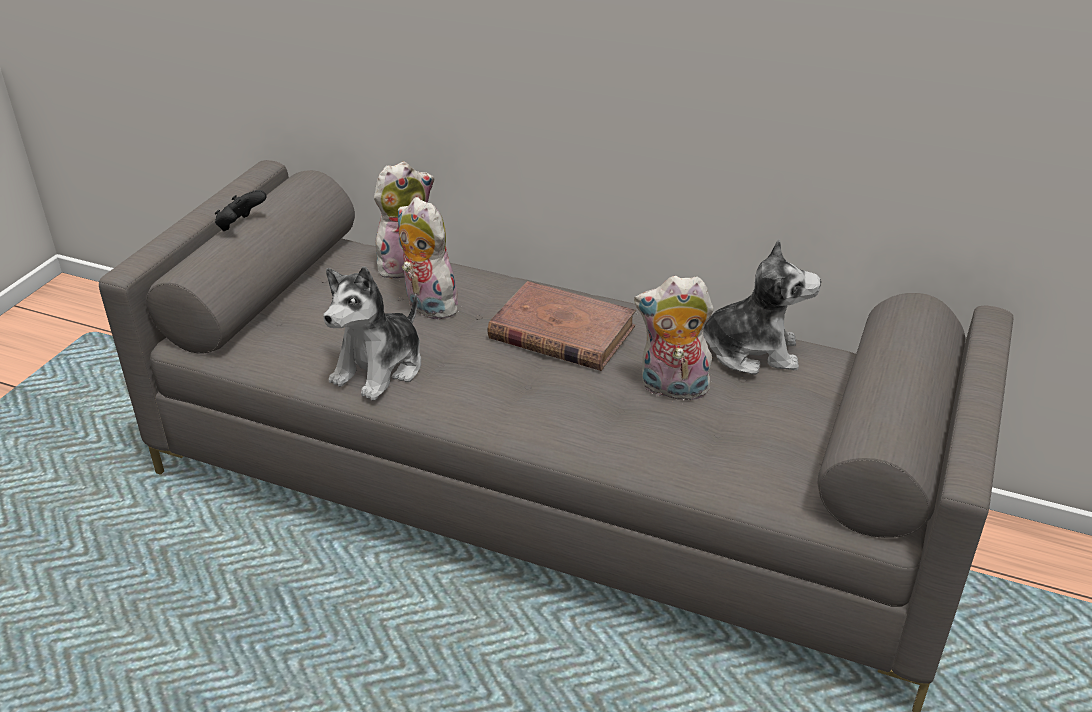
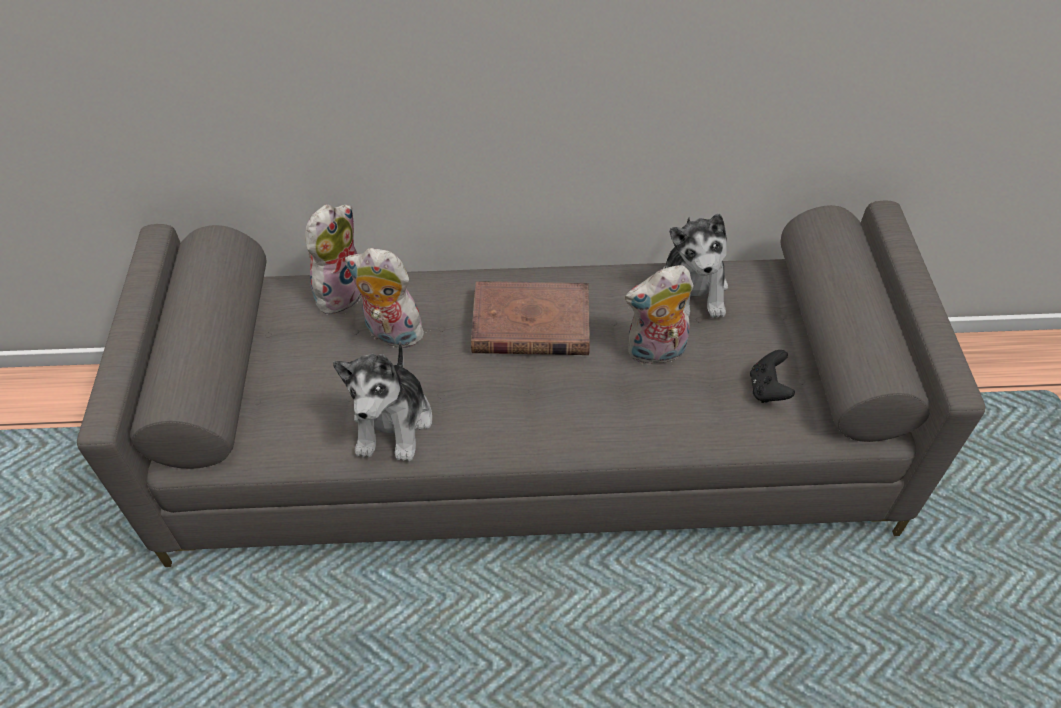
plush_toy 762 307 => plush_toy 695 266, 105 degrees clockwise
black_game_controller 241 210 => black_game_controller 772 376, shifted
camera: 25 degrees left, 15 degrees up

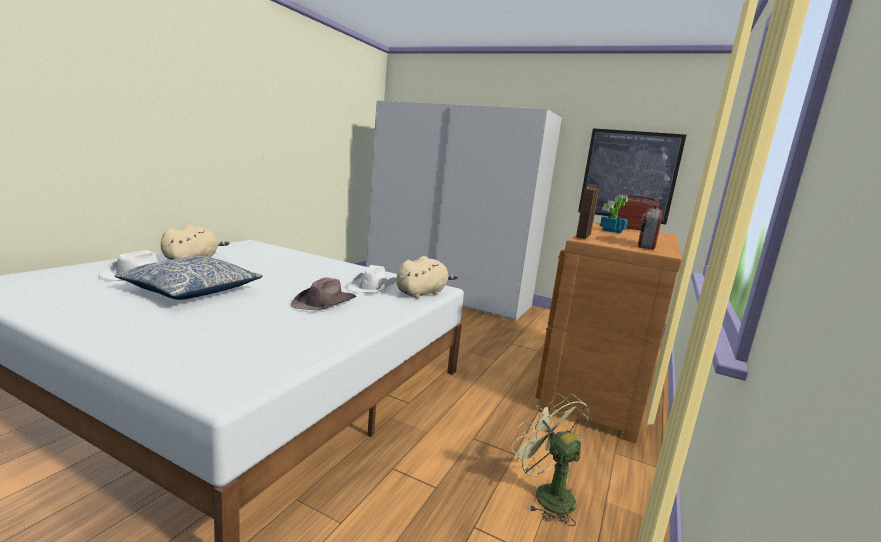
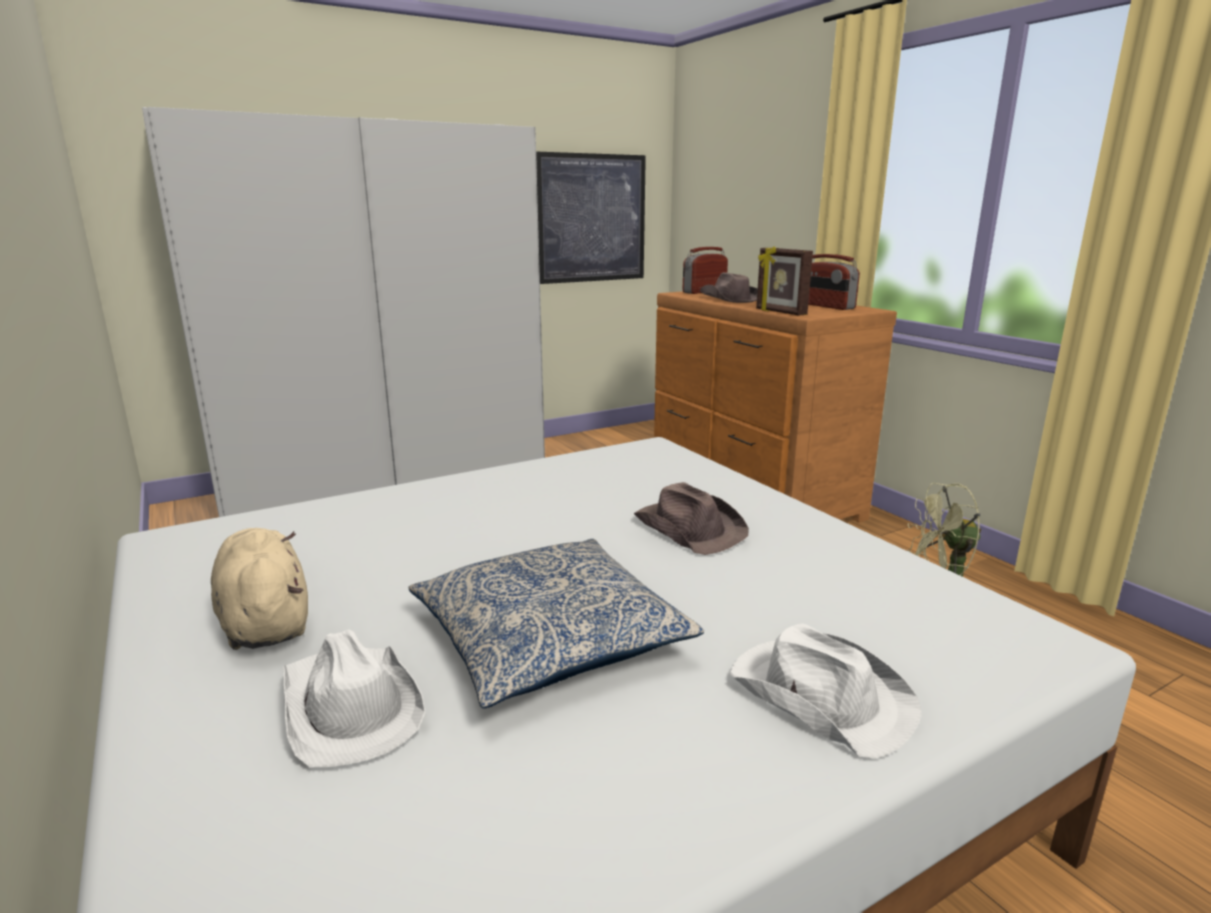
potted_plant 614 214 => brown_hat 729 287
white_hat 372 279 => white_hat 825 691, shifted
beige_plush_toy 427 277 => nothing
camera: 55 degrees left, 5 degrees up

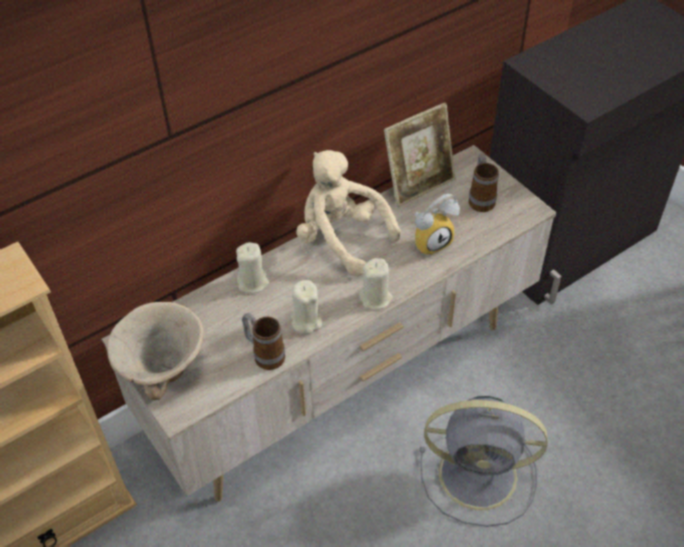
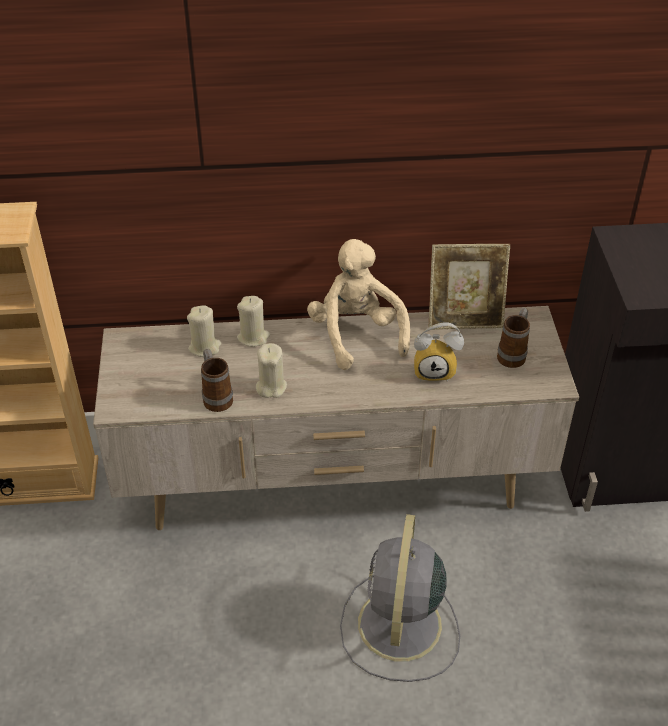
beige_candle 376 284 => beige_candle 204 331, shifted
grey_fan 484 461 => grey_fan 400 598, 60 degrees clockwise
beige_bowl 155 351 => nothing
camera: 30 degrees right, 5 degrees down

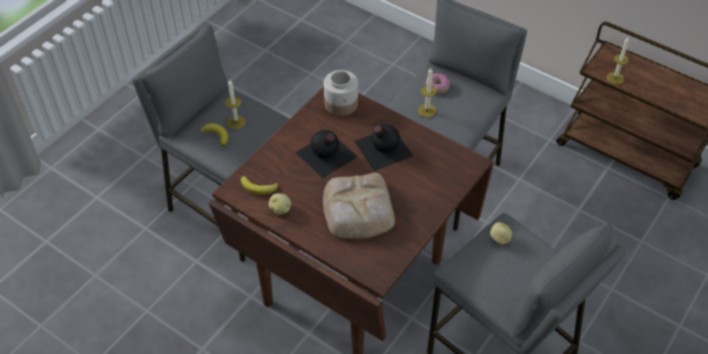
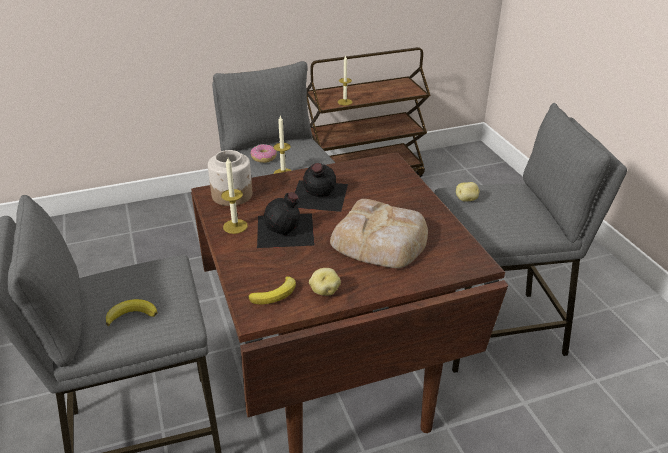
candle 235 104 => candle 234 196, shifted
camera: 55 degrees left, 15 degrees down

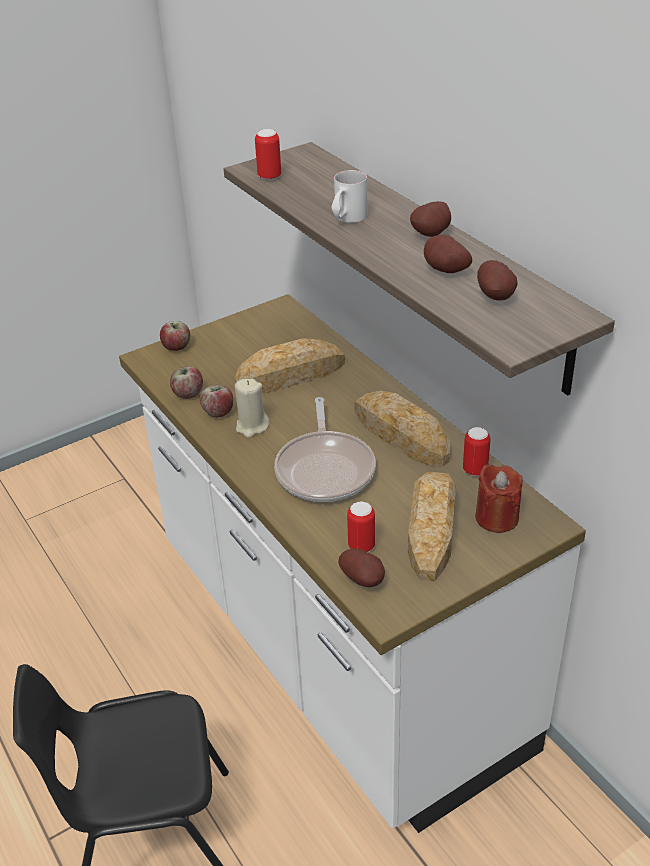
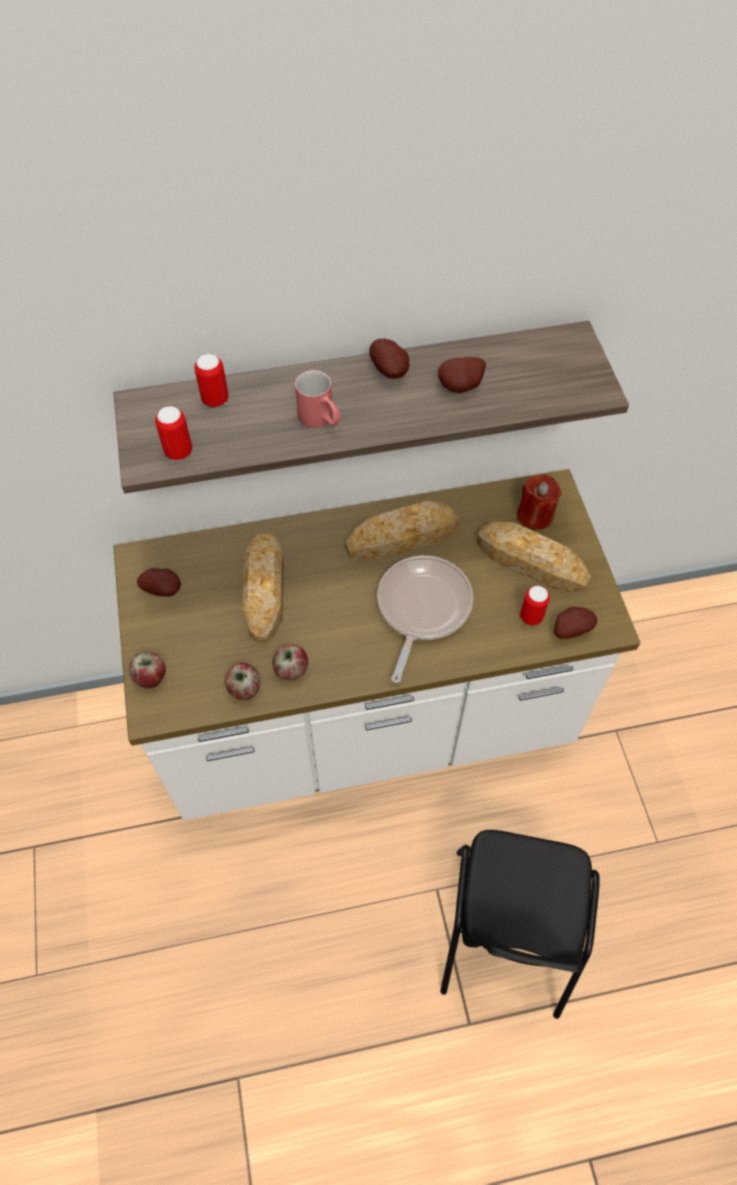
potato 497 280 => potato 159 582, shifted
can 477 451 => can 212 381, shifted
white_mug 349 196 => red_mug 318 399
frying_pan 325 449 => frying_pan 425 619, 90 degrees counterclockwise
beige_candle 252 408 => nothing
camera: 70 degrees left, 20 degrees up

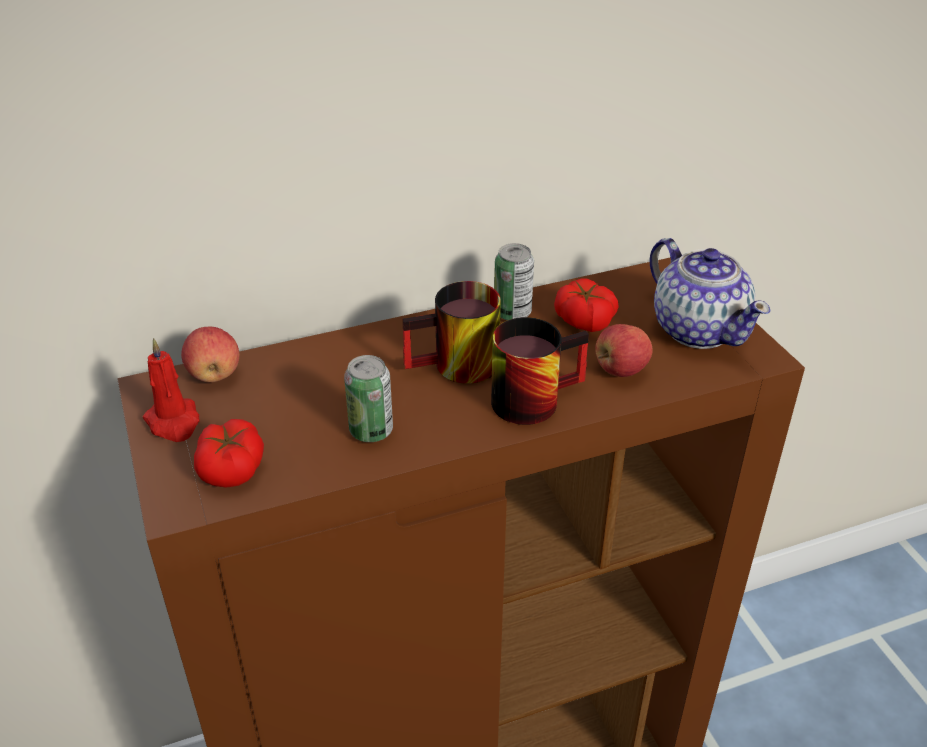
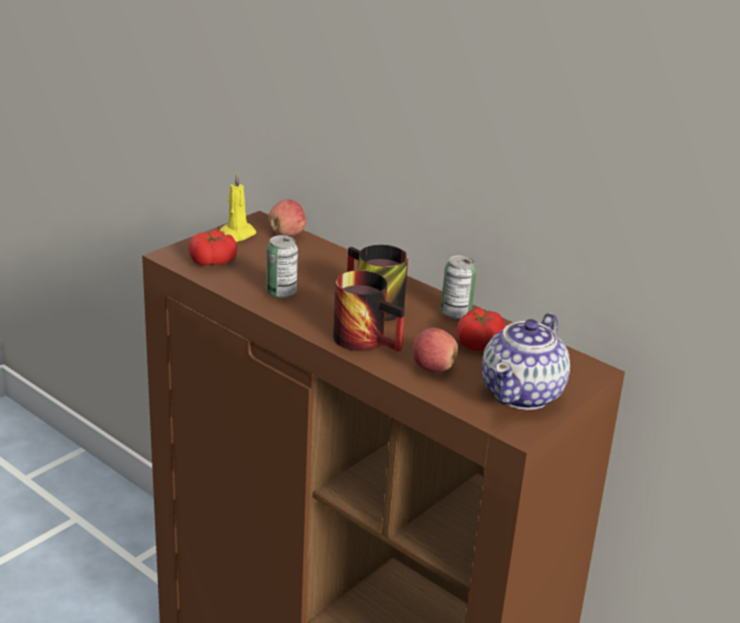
red_candle 171 390 => yellow_candle 238 207
camera: 60 degrees right, 10 degrees down

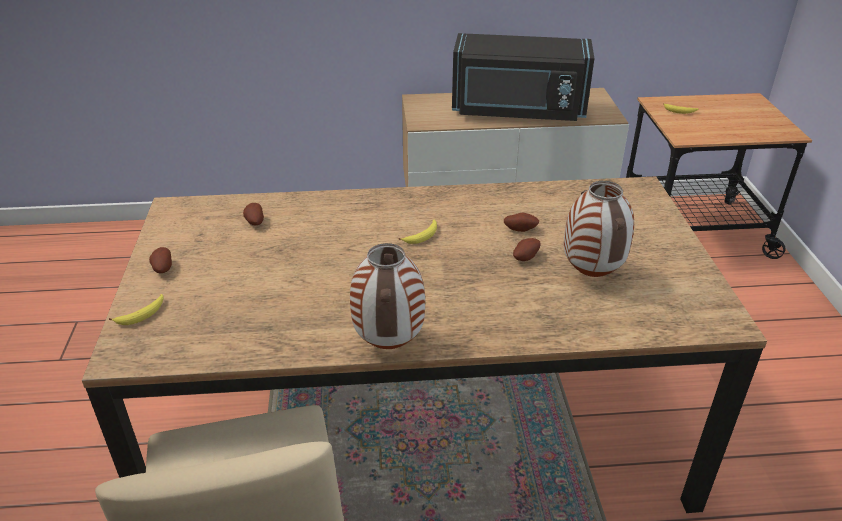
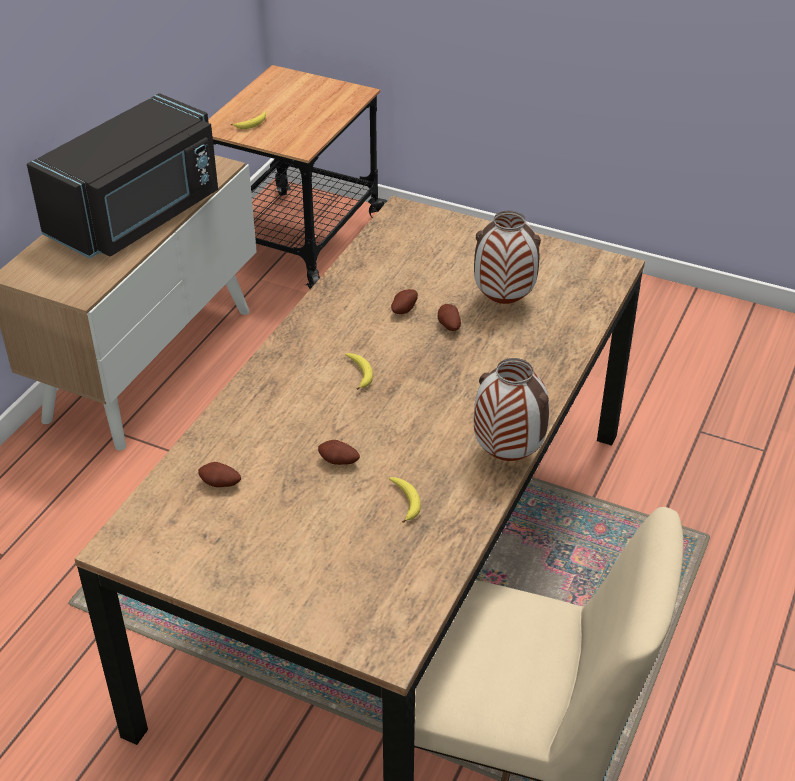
potato 160 260 => potato 339 452, shifted
banana 136 309 => banana 405 500, shifted
camera: 60 degrees left, 5 degrees up

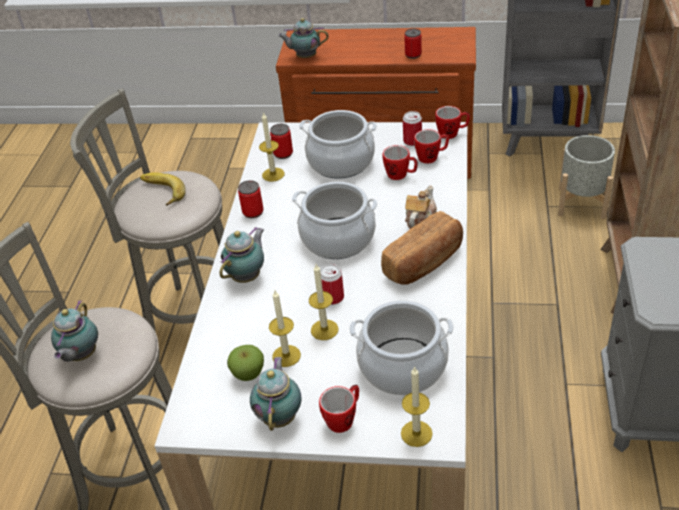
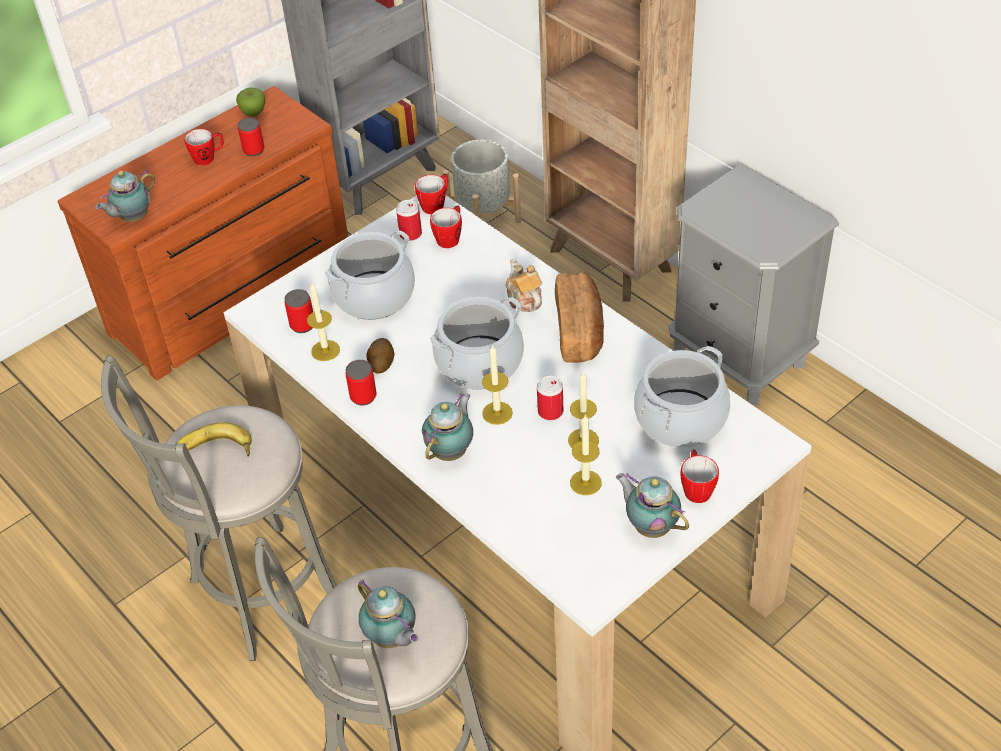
mug 400 162 => mug 203 147, shifted
apple 245 363 => apple 250 102, shifted
nothing => potato 380 356
teapot 242 255 => teapot 447 427, 45 degrees clockwise
candle 417 406 => candle 497 384, shifted
camera: 50 degrees left, 5 degrees up

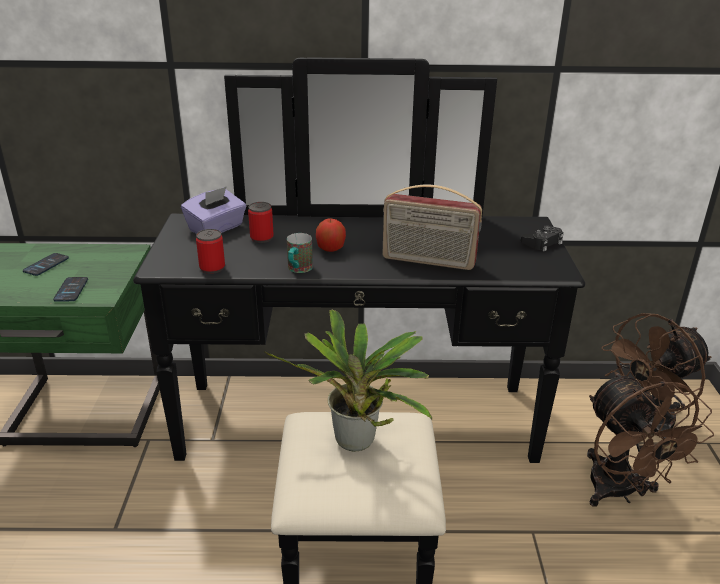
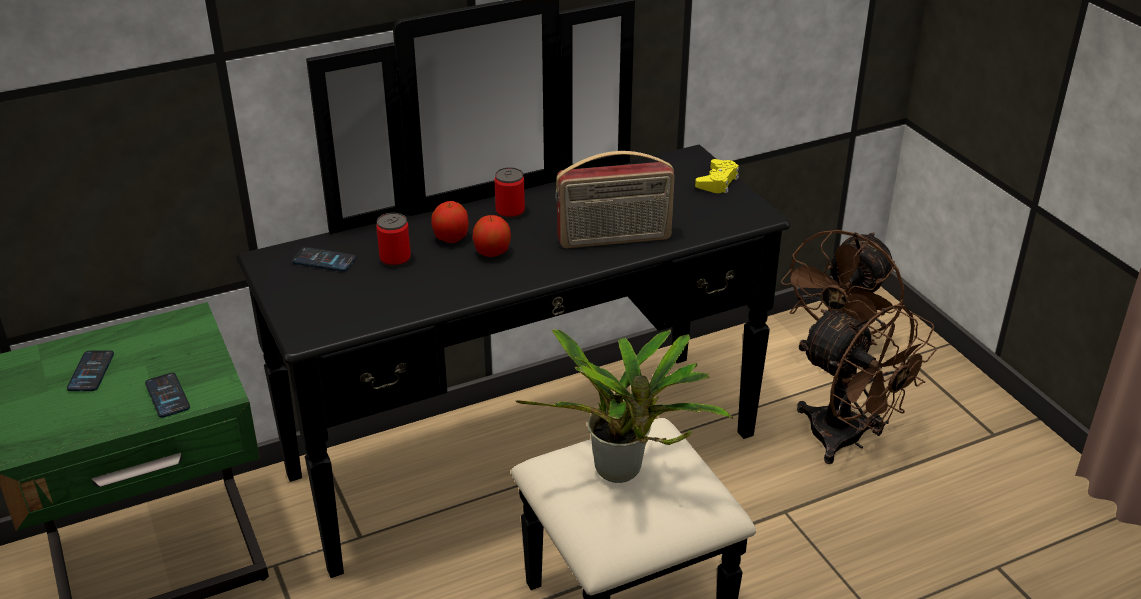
purple_tissue_box 213 210 => phone 324 259
nothing => apple 450 222
can 210 251 => can 509 193, shifted
black_game_controller 542 238 => yellow_game_controller 717 176
mug 300 253 => nothing
camera: 25 degrees left, 5 degrees up

